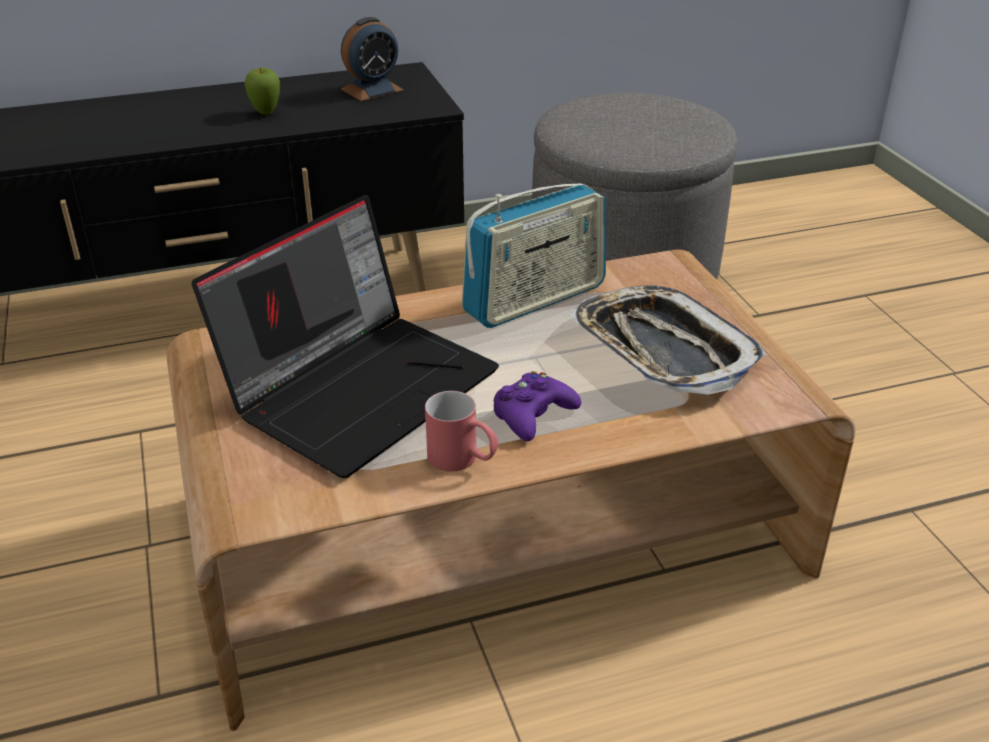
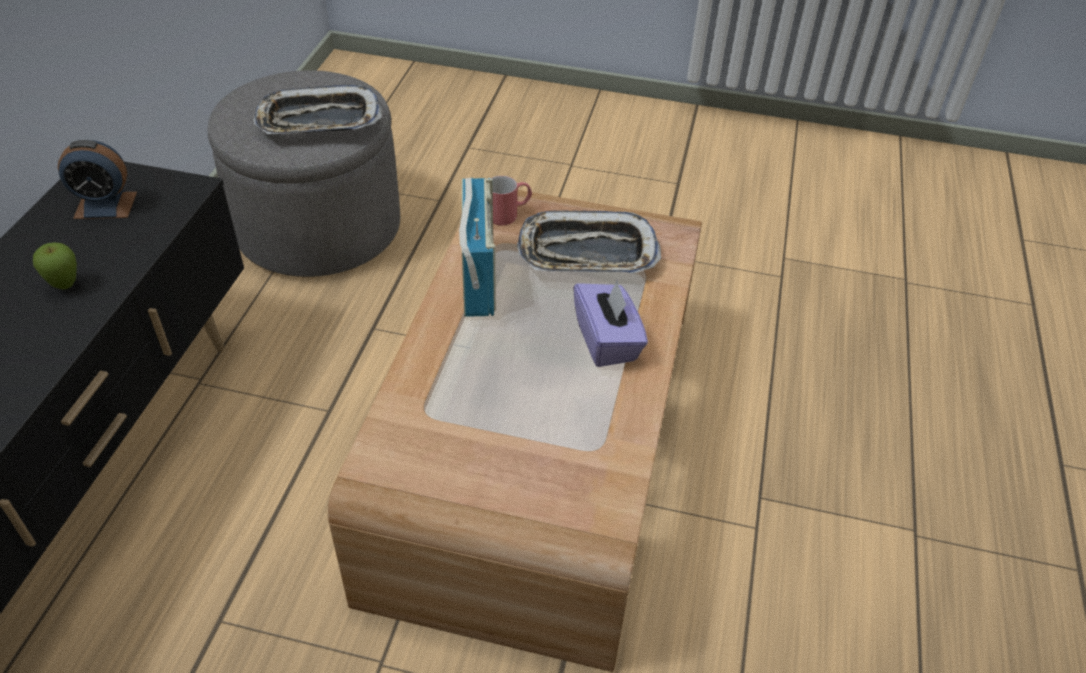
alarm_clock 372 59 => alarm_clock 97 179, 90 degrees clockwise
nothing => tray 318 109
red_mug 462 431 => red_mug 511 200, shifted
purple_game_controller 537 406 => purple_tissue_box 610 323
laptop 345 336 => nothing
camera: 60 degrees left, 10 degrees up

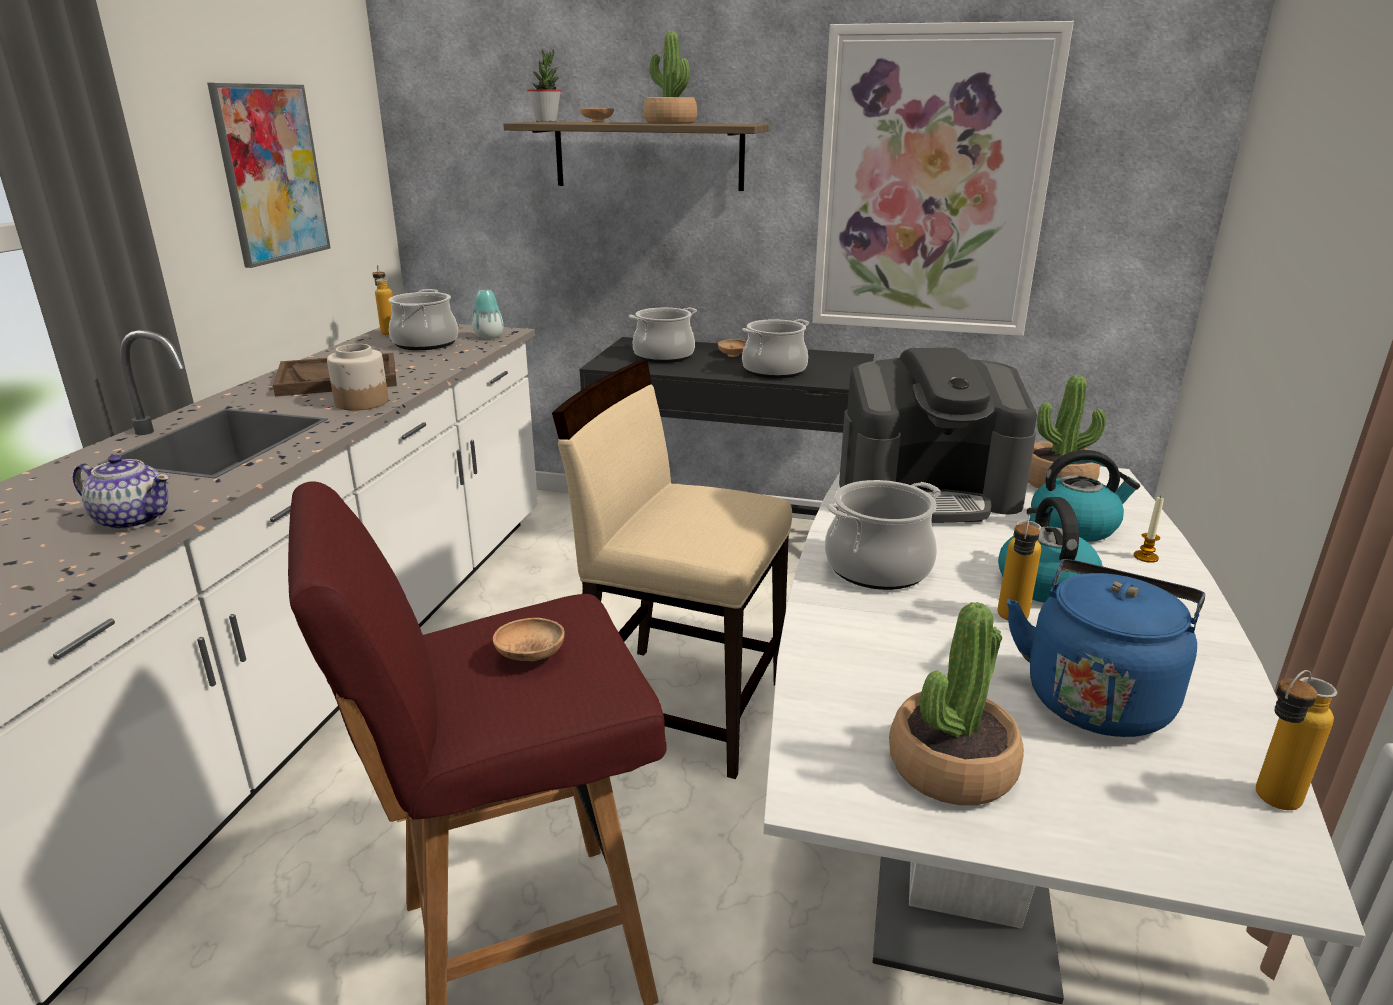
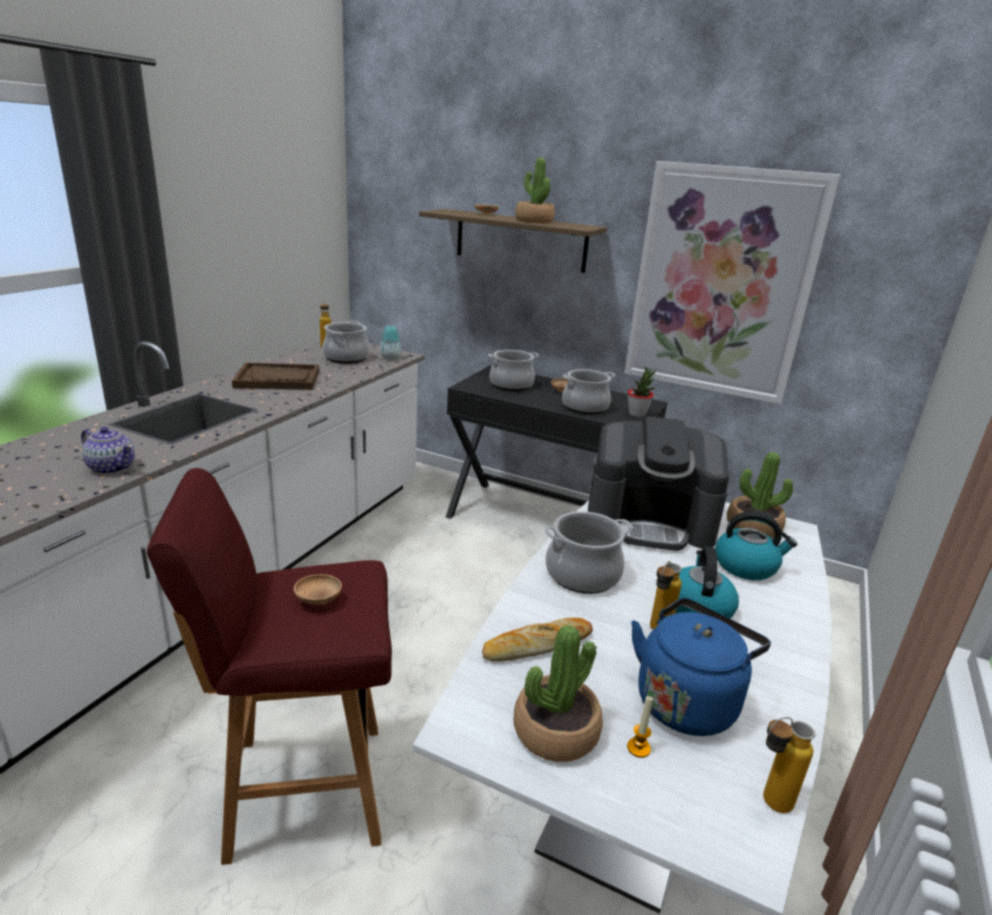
nothing => bread 537 639
potted_plant 544 85 => potted_plant 641 392, shifted
candle 1149 529 => candle 640 727, shifted
picture 269 175 => nothing
jar 358 377 => nothing
beige_chair 672 569 => nothing
camera: 10 degrees right, 0 degrees up

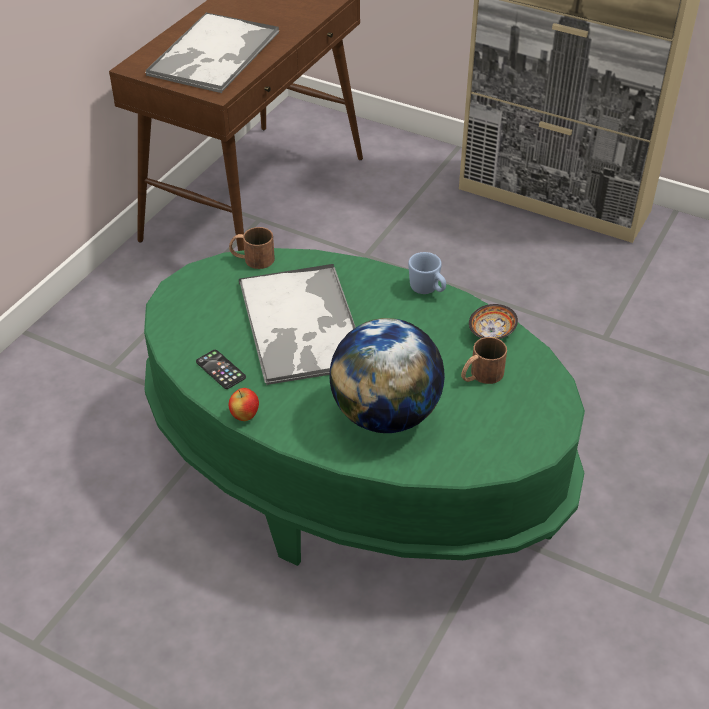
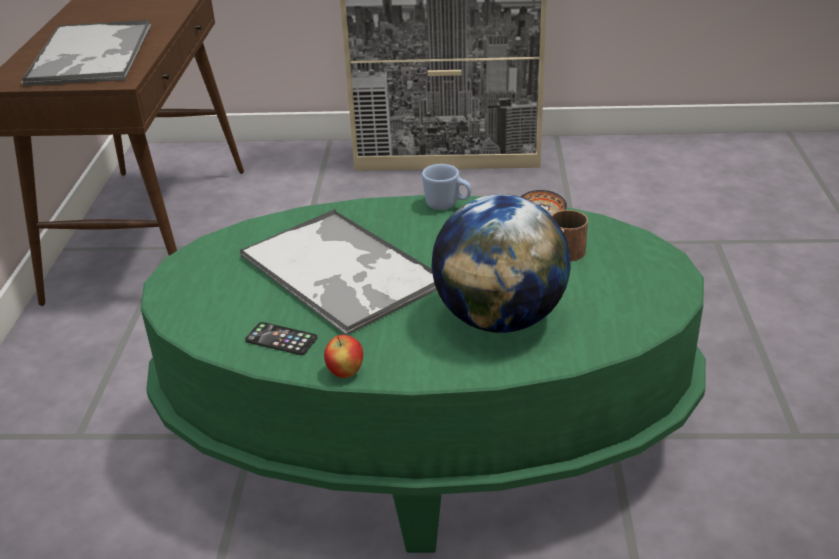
brown_mug 252 248 => nothing
camera: 25 degrees left, 10 degrees down

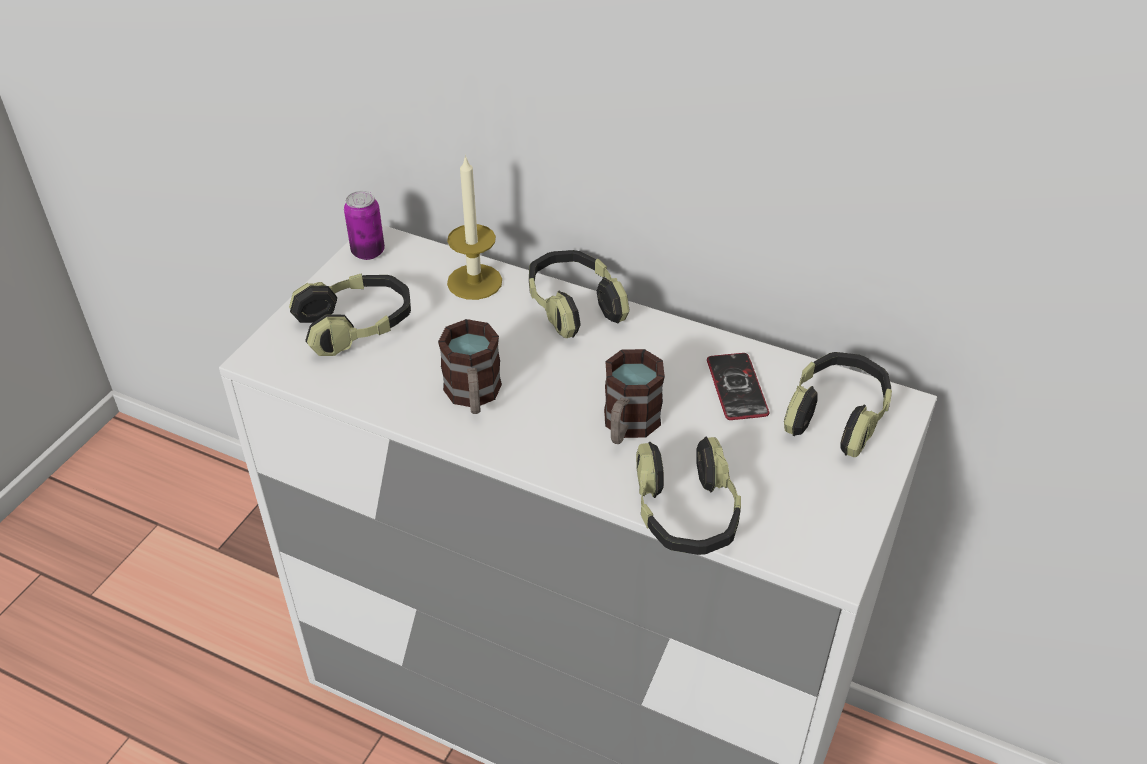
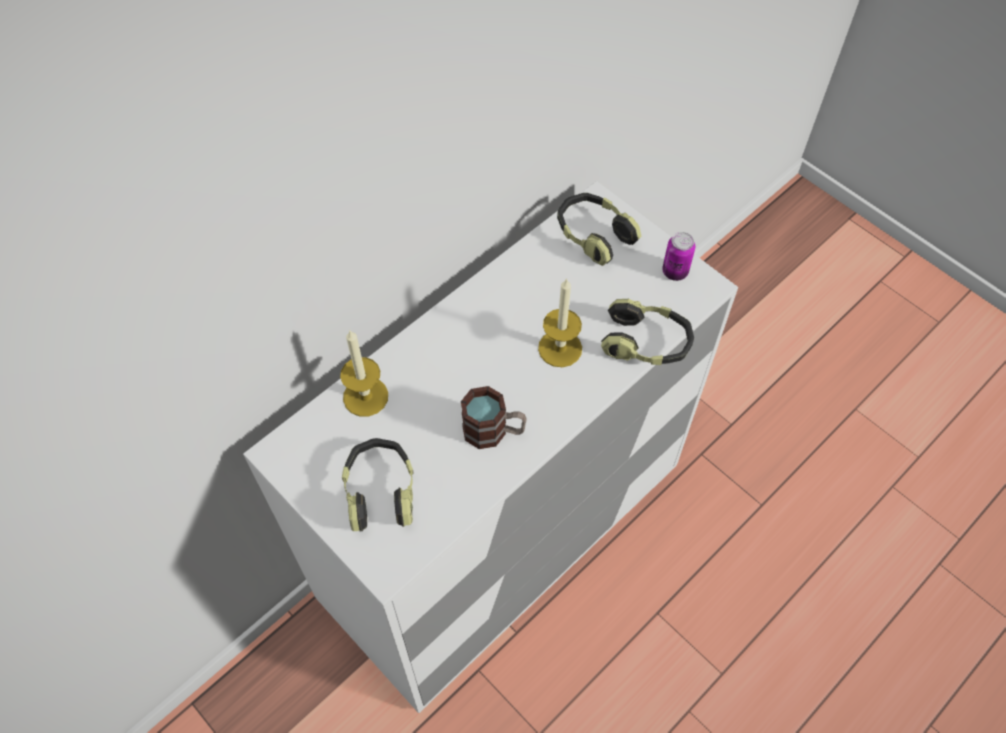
mug 634 396 => candle 560 322
can 364 225 => can 678 256, shifted
headphones 579 294 => nothing
phone 738 386 => nothing
camera: 70 degrees left, 15 degrees up

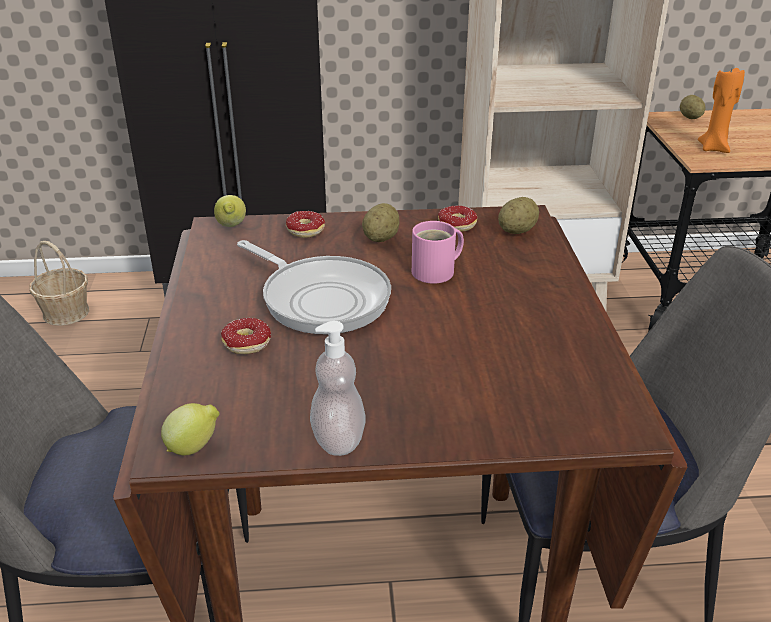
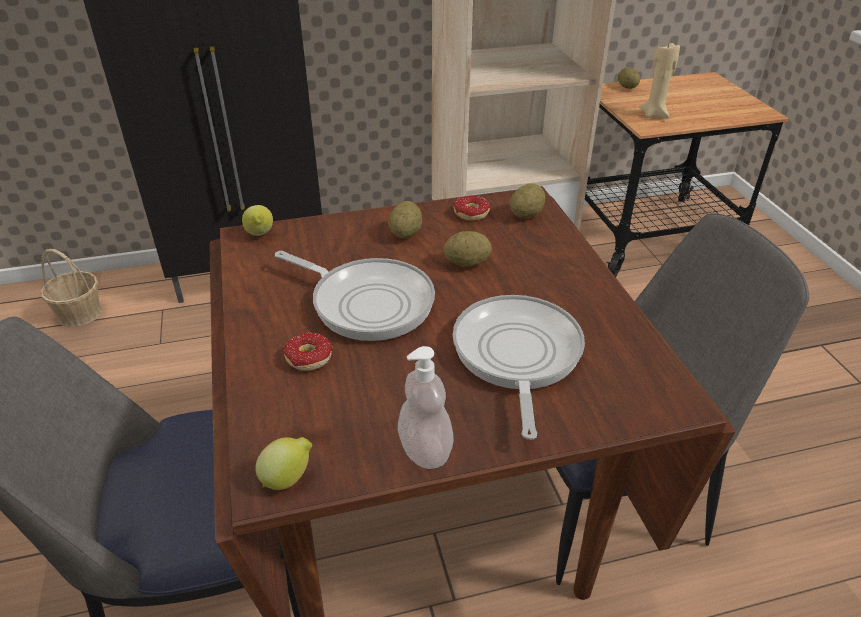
pink_mug 438 252 => potato 467 249
nothing => frying_pan 519 367
orange_candle 721 109 => beige_candle 659 79
donut 301 224 => nothing
camera: 10 degrees left, 5 degrees up

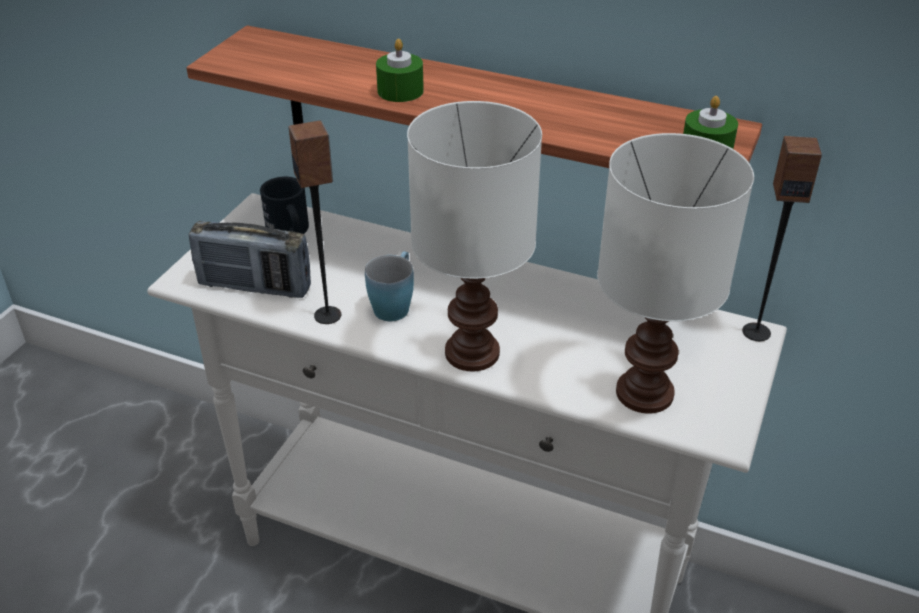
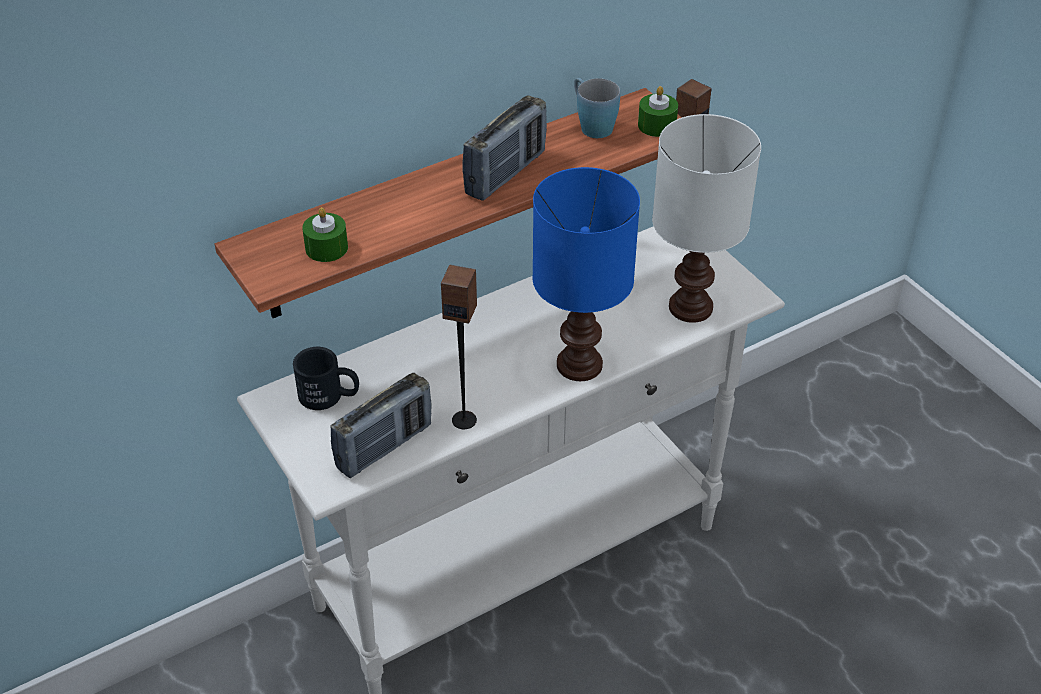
green_candle 400 70 => green_candle 325 234, shifted
nothing => radio 504 148
white_table_lamp 474 236 => blue_table_lamp 586 274
blue_mug 389 286 => blue_mug 597 108, shifted
camera: 55 degrees left, 5 degrees up

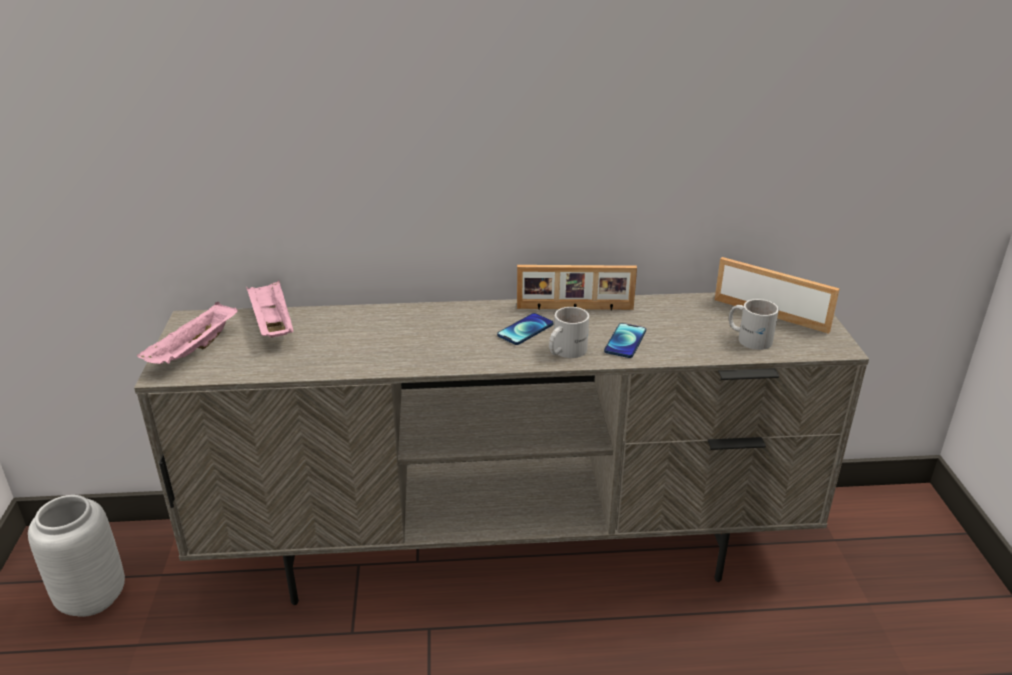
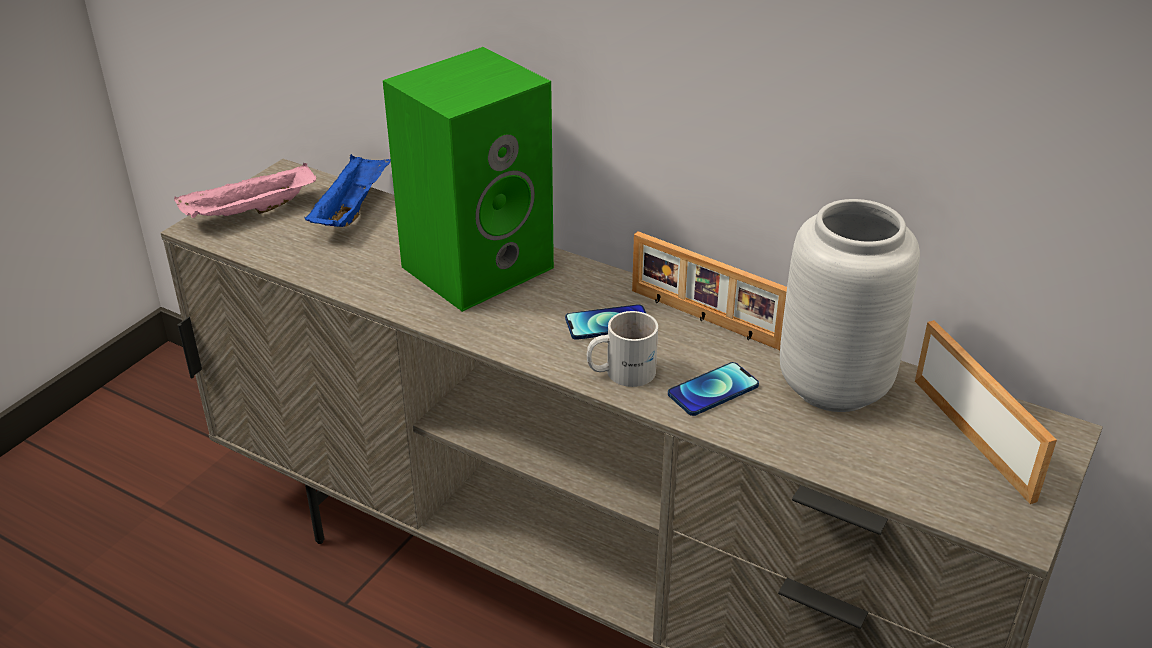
pink_tray 269 309 => blue_tray 347 190
nothing => green_speaker 468 179
grey_vase 76 556 => grey_vase 850 305, shifted
white_mug 754 324 => nothing
camera: 35 degrees right, 5 degrees up

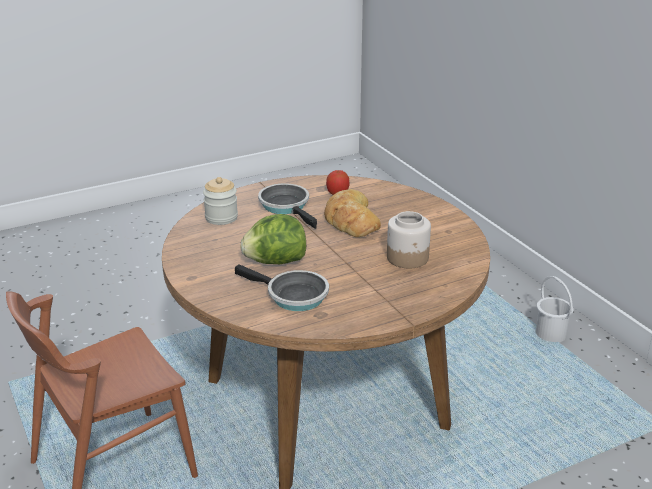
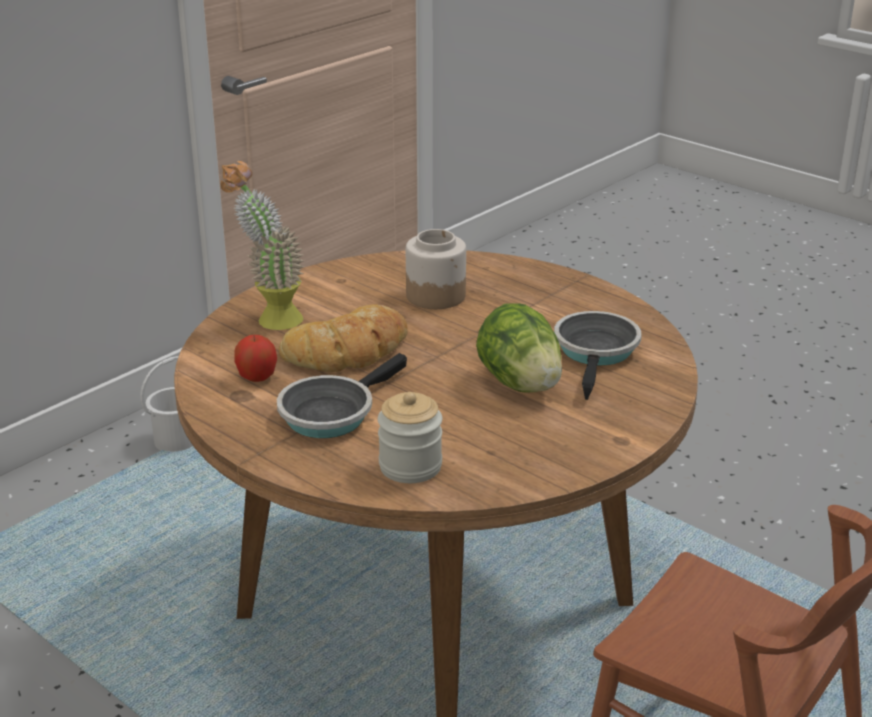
nothing => potted_plant 262 245
camera: 110 degrees left, 0 degrees up

